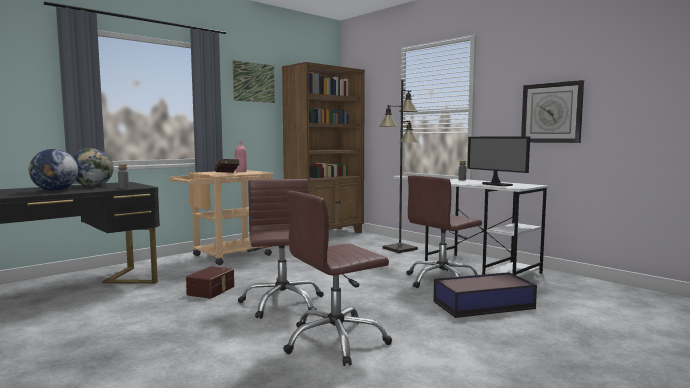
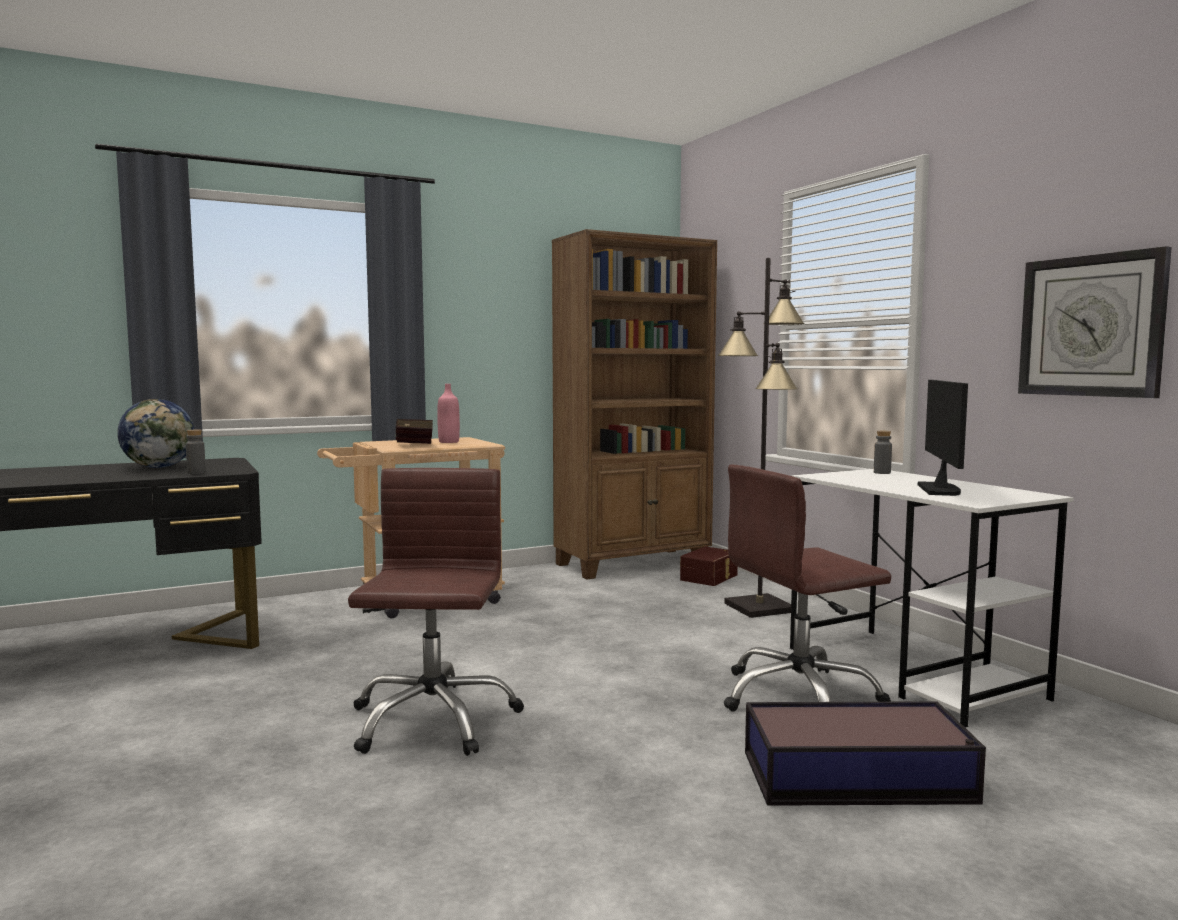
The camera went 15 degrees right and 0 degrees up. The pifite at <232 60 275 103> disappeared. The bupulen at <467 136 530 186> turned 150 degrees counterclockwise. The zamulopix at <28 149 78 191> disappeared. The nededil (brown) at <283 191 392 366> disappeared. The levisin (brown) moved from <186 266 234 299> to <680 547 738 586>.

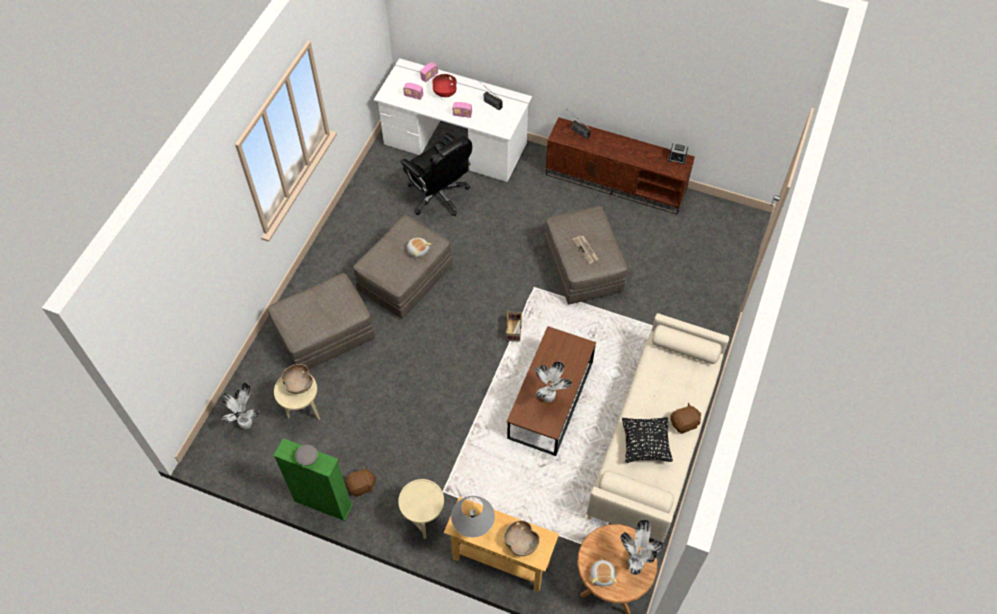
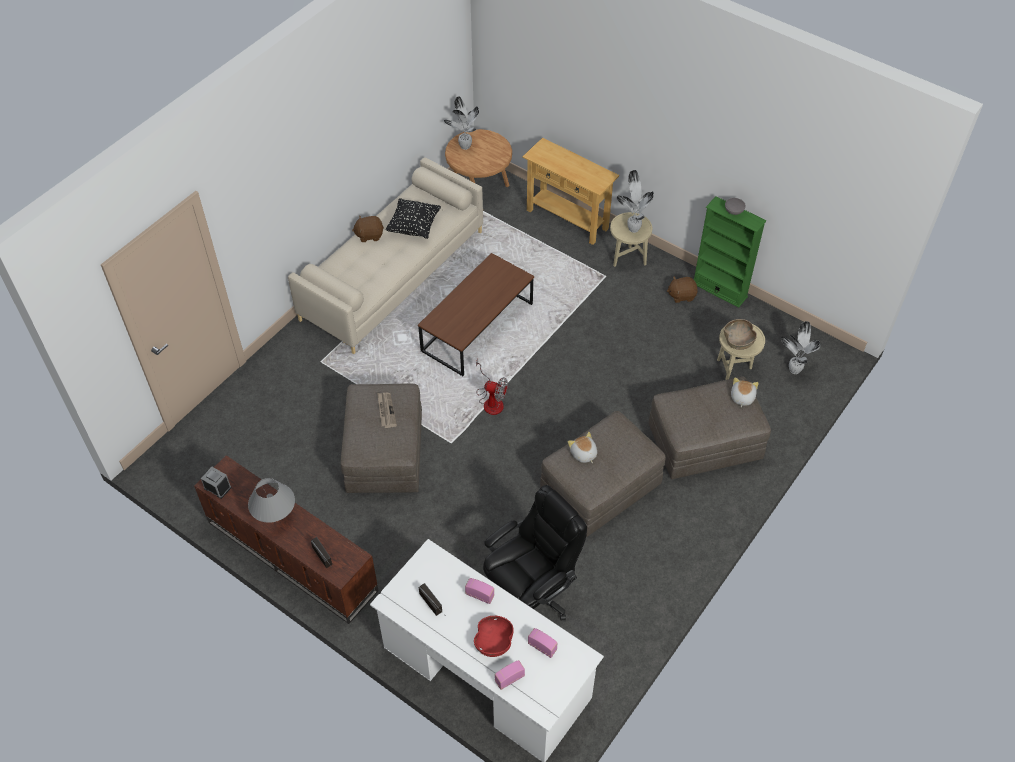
The camera went 165 degrees left and 5 degrees down. The nededil (black) at <401 133 472 216> turned 75 degrees clockwise. The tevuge at <506 311 522 342> was replaced by the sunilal at <476 359 508 415>. The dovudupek moved from <534 361 572 402> to <617 170 654 233>. The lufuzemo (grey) moved from <451 496 495 537> to <248 478 295 523>. The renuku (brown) at <504 520 540 556> disappeared. The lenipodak moved from <590 558 617 586> to <731 377 759 407>.

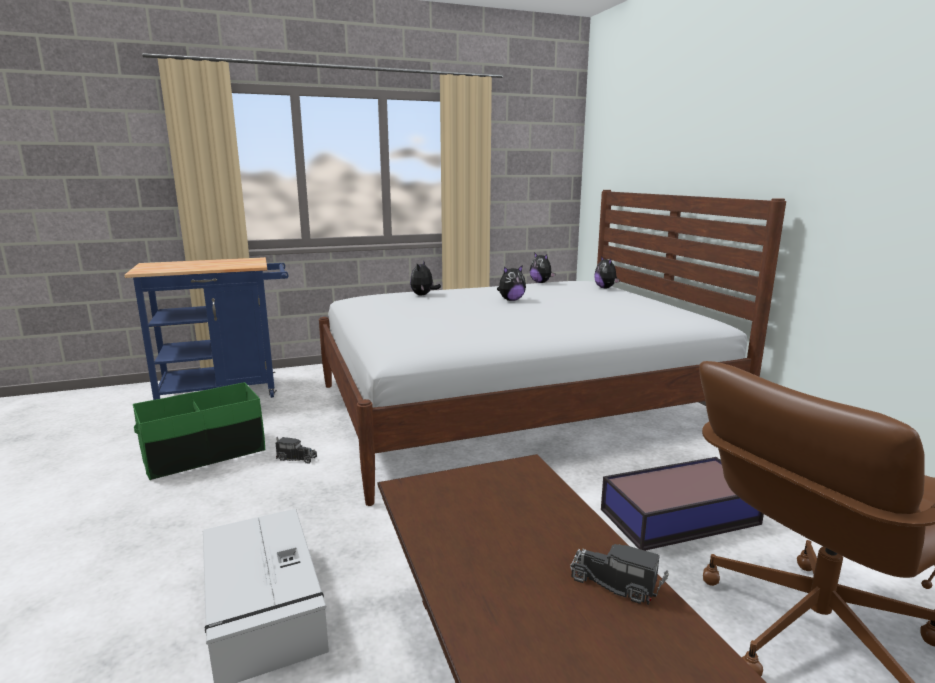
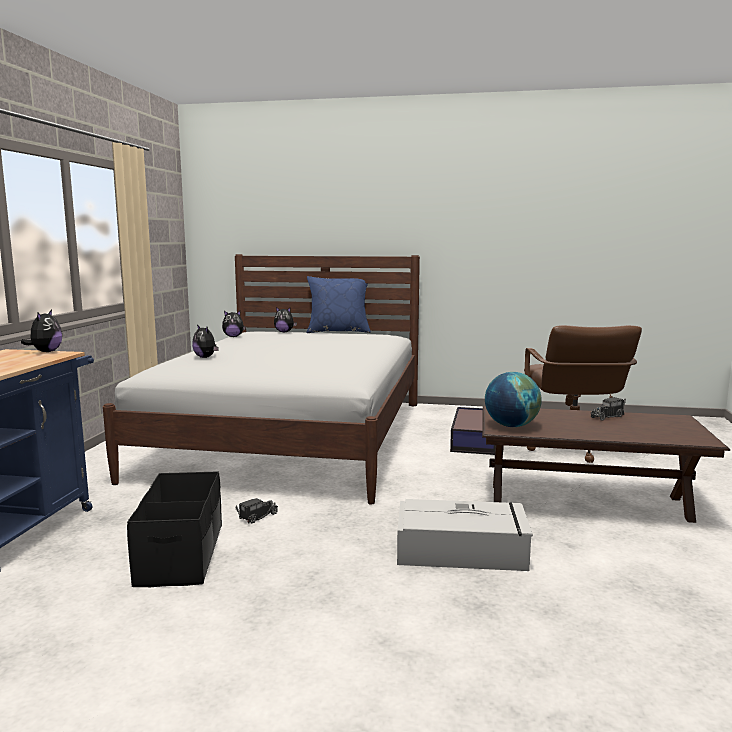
The camera went 60 degrees left and 5 degrees down. The lenipodak moved from <497 266 526 301> to <21 310 62 352>. The levisin (green) at <133 382 265 480> became the levisin (black) at <127 471 222 587>. The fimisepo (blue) at <306 276 371 333> appeared. The zamulopix at <485 372 542 427> appeared.

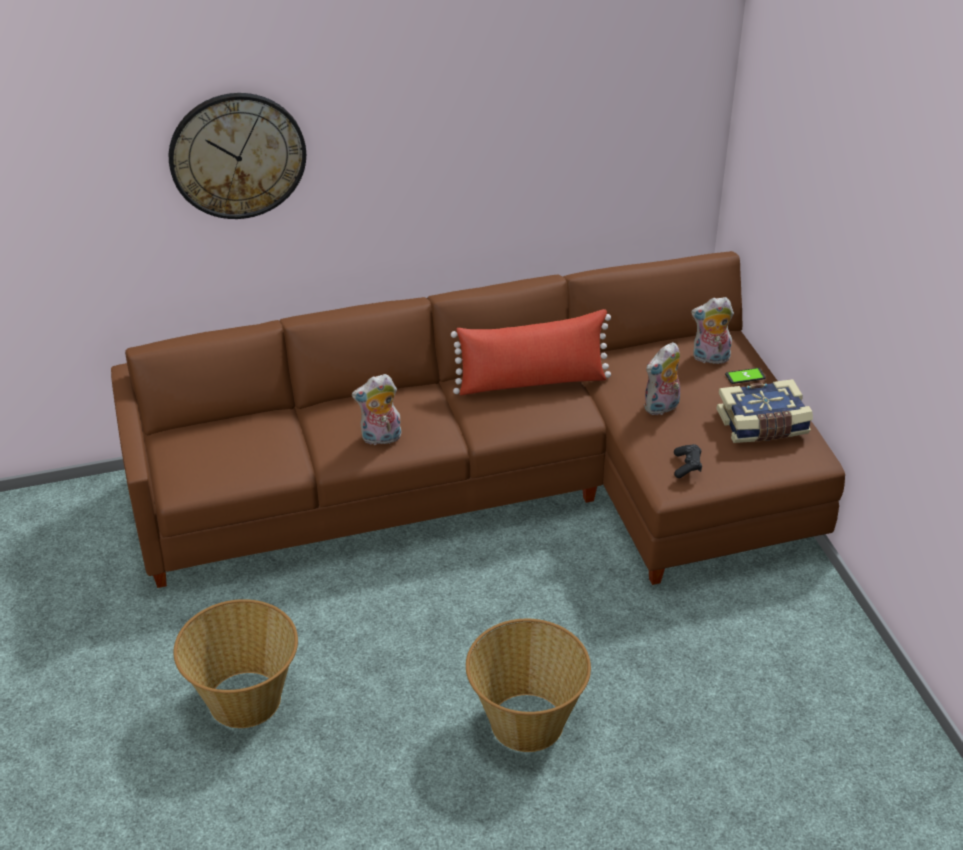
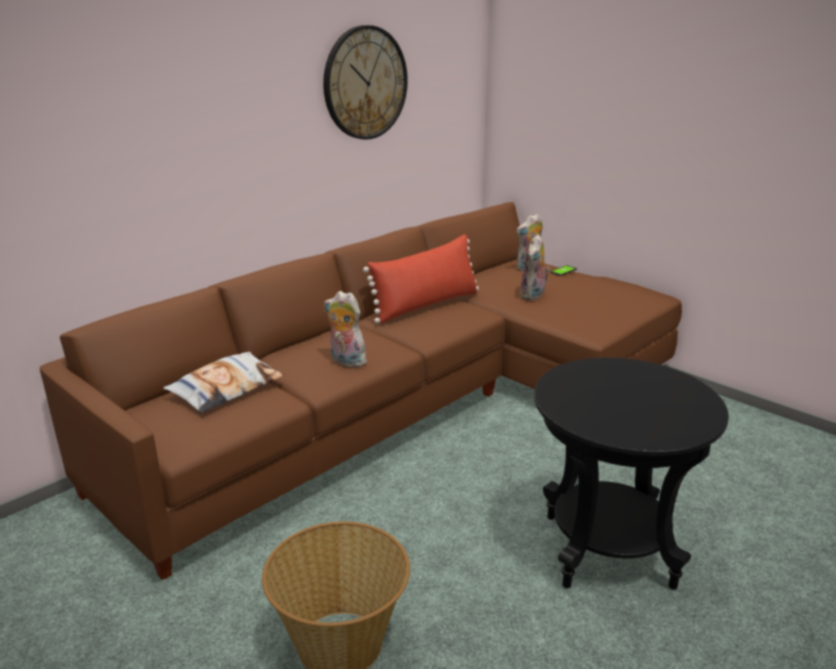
The camera went 30 degrees left and 15 degrees down. The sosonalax moved from <169 93 306 219> to <323 25 408 140>. The lenipodak at <352 374 402 445> turned 75 degrees clockwise. The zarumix at <717 379 813 443> disappeared. The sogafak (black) at <674 444 702 478> disappeared. The tevuge at <466 619 591 752> was replaced by the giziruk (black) at <534 358 729 590>. The fimisepo at <163 352 284 413> appeared.

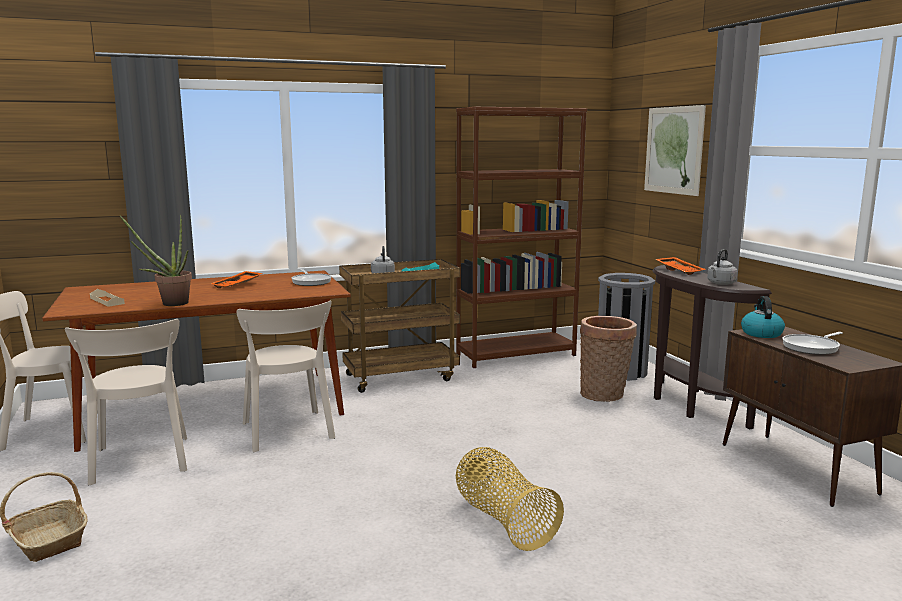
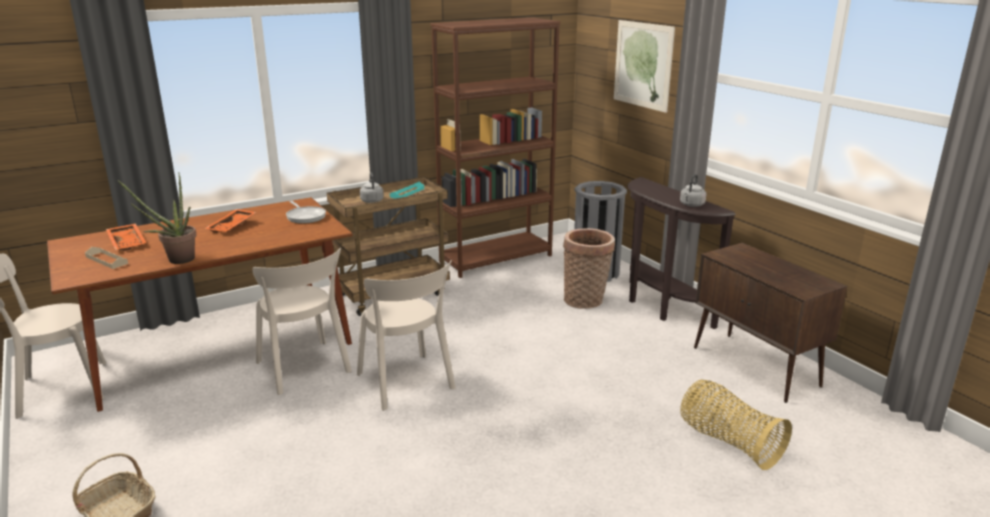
The camera went 10 degrees left and 10 degrees up. The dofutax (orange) moved from <655 257 705 275> to <106 224 146 251>. The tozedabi at <741 296 785 338> disappeared. The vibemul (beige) moved from <65 319 187 485> to <357 260 456 411>. The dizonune at <782 332 843 355> disappeared. The tevuge moved from <456 447 564 551> to <680 380 792 470>.

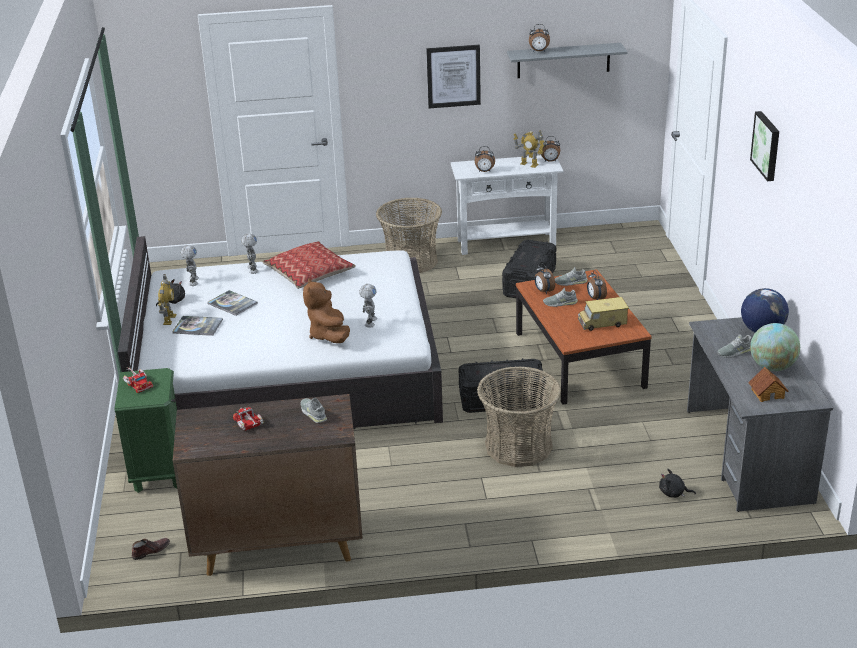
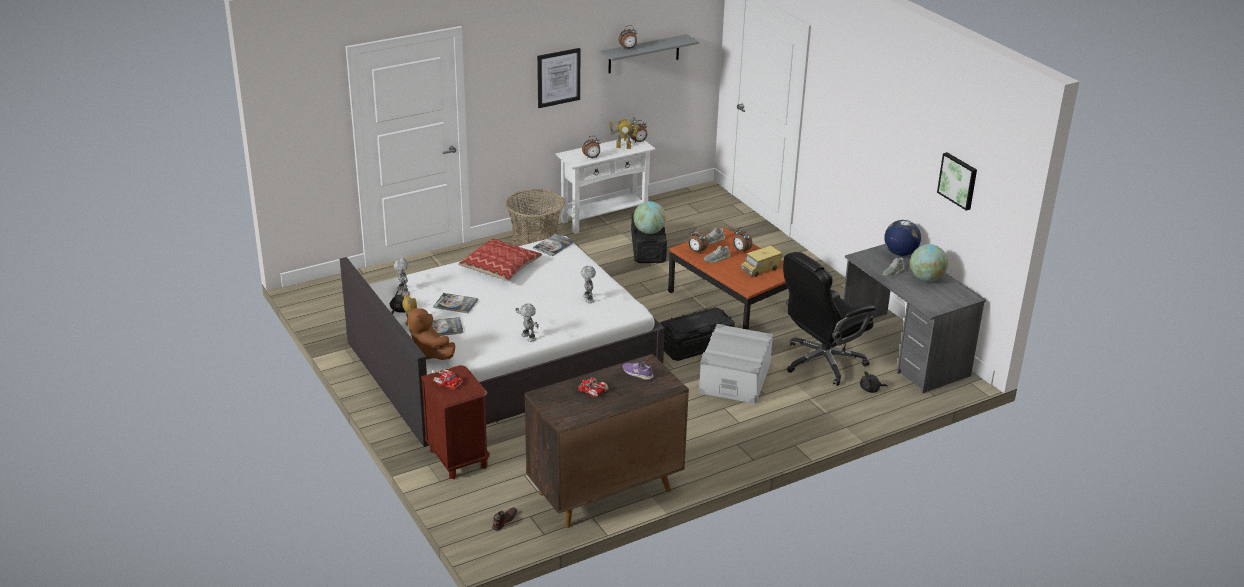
The camera went 25 degrees left and 0 degrees up. The pifite moved from <750 111 779 181> to <937 152 977 211>. The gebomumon moved from <241 233 259 274> to <516 303 539 342>. The lenipodak (brown) moved from <303 278 350 343> to <408 306 455 360>. The tevuge at <477 366 561 467> was replaced by the levisin (grey) at <699 324 773 404>. The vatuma at <748 367 789 402> disappeared. The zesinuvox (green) at <115 368 177 493> became the zesinuvox (brown) at <421 365 490 479>. The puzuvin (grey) at <300 398 327 423> became the puzuvin (purple) at <623 360 654 380>. The zamulopix at <633 201 666 234> appeared. The zarumix at <533 234 574 256> appeared. The nededil (black) at <783 252 876 386> appeared.

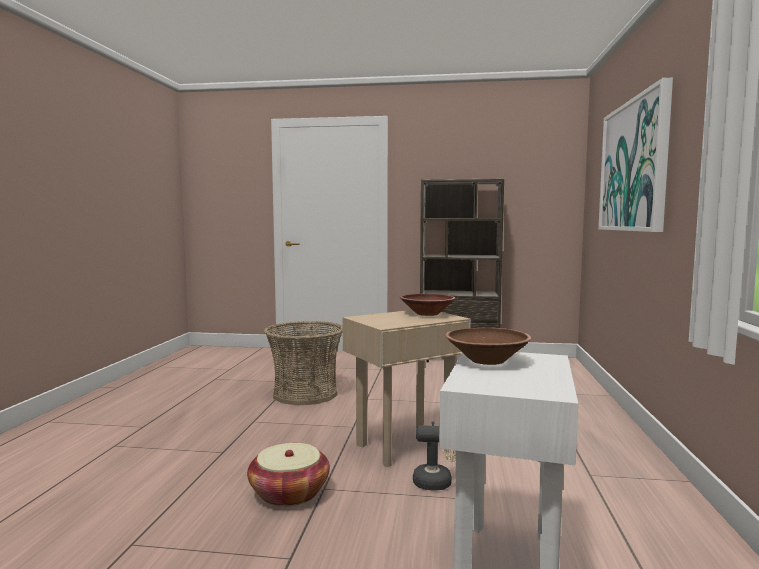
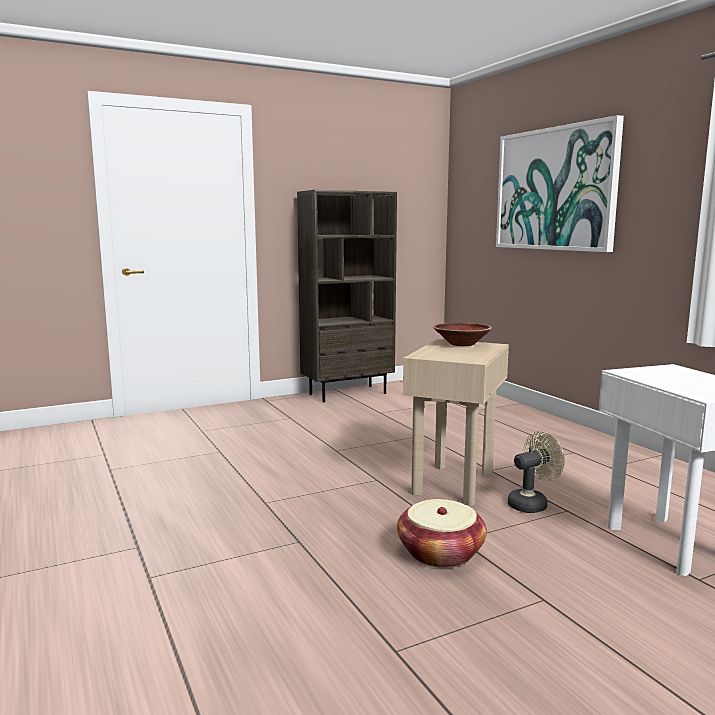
The camera went 35 degrees left and 5 degrees up. The tevuge at <264 321 343 405> disappeared. The renuku (brown) at <446 328 531 365> disappeared.

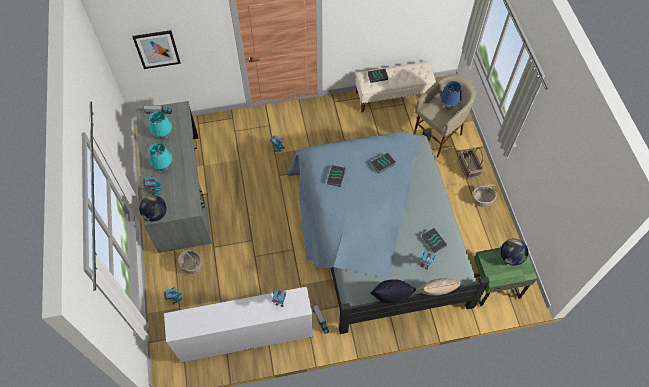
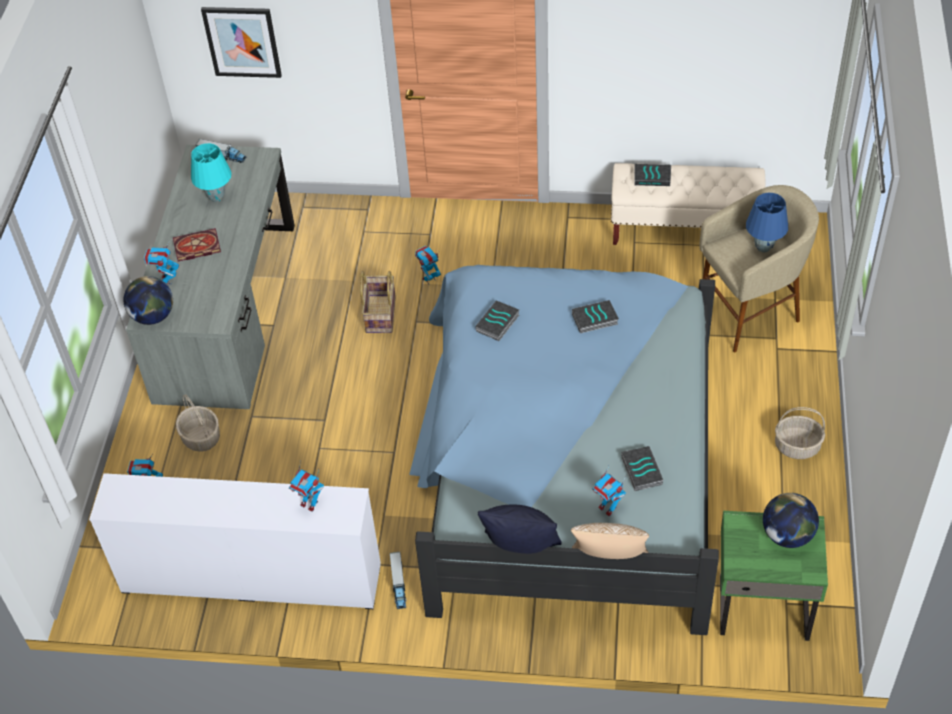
The camera went 20 degrees right and 10 degrees down. The lufuzemo (turquoise) at <149 143 172 171> was replaced by the zarumix at <173 228 221 261>. The tevuge moved from <458 147 484 180> to <360 271 396 333>.

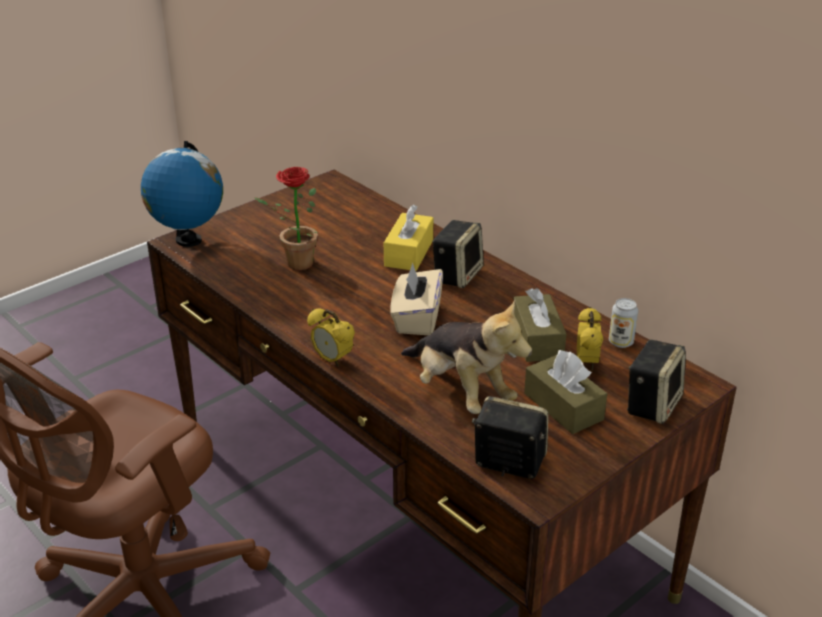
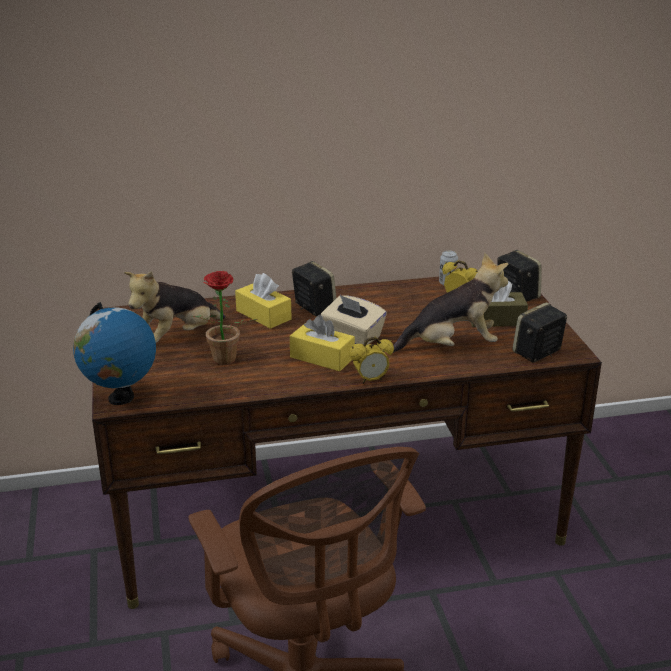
The camera went 60 degrees left and 5 degrees down. The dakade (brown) at <513 288 566 362> disappeared. The lenipodak at <124 271 225 343> appeared. The dakade (yellow) at <290 315 355 371> appeared.

